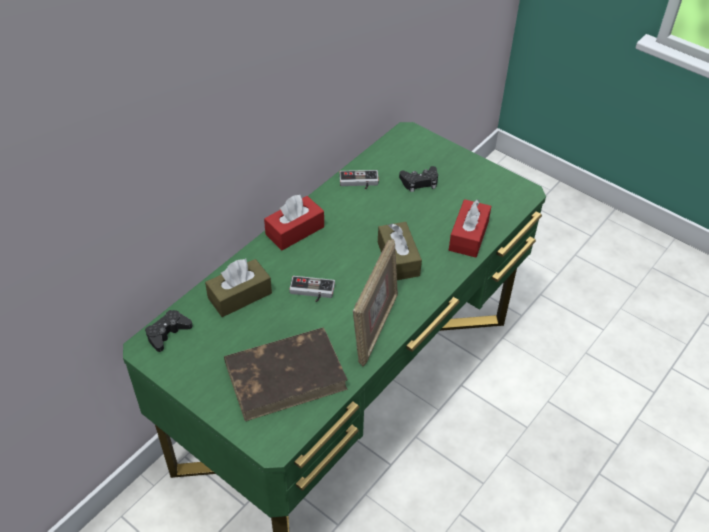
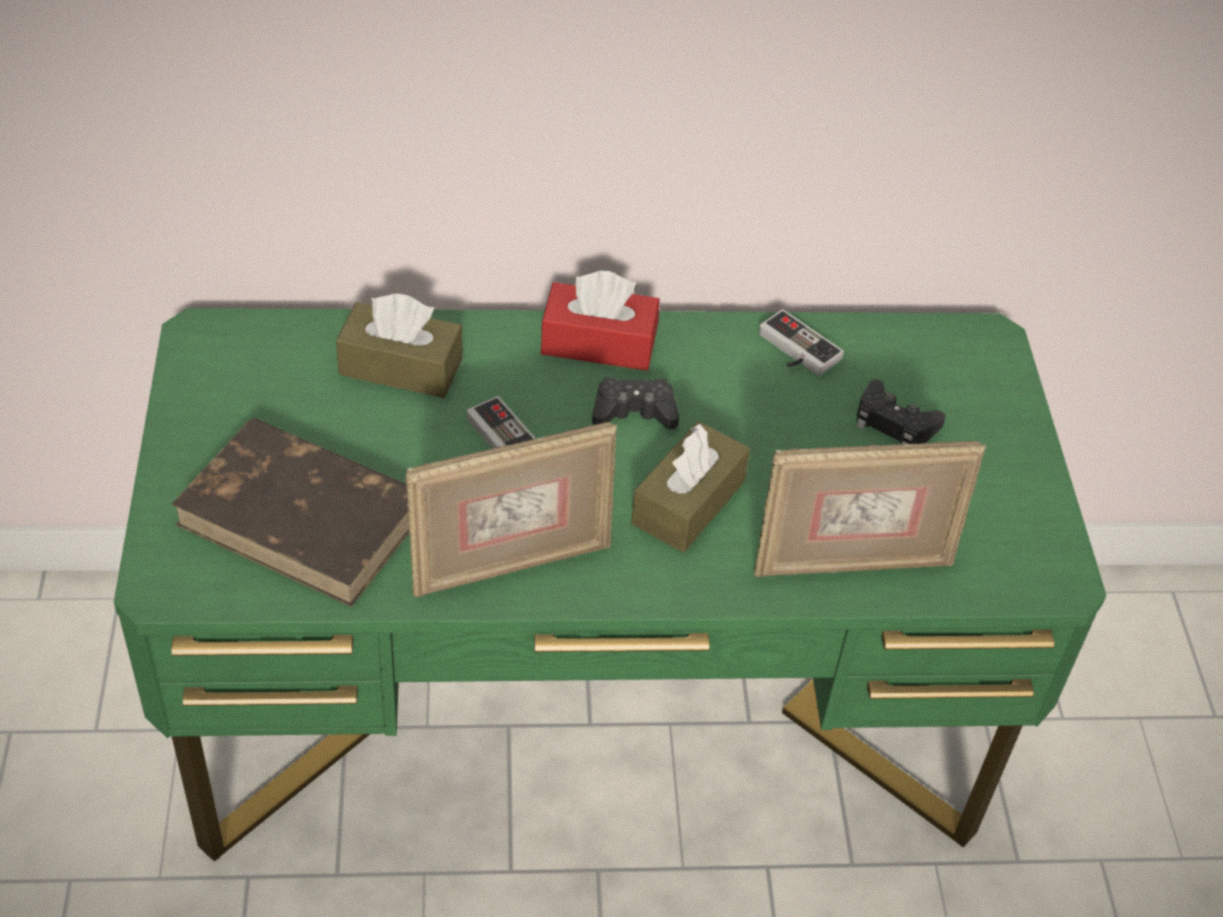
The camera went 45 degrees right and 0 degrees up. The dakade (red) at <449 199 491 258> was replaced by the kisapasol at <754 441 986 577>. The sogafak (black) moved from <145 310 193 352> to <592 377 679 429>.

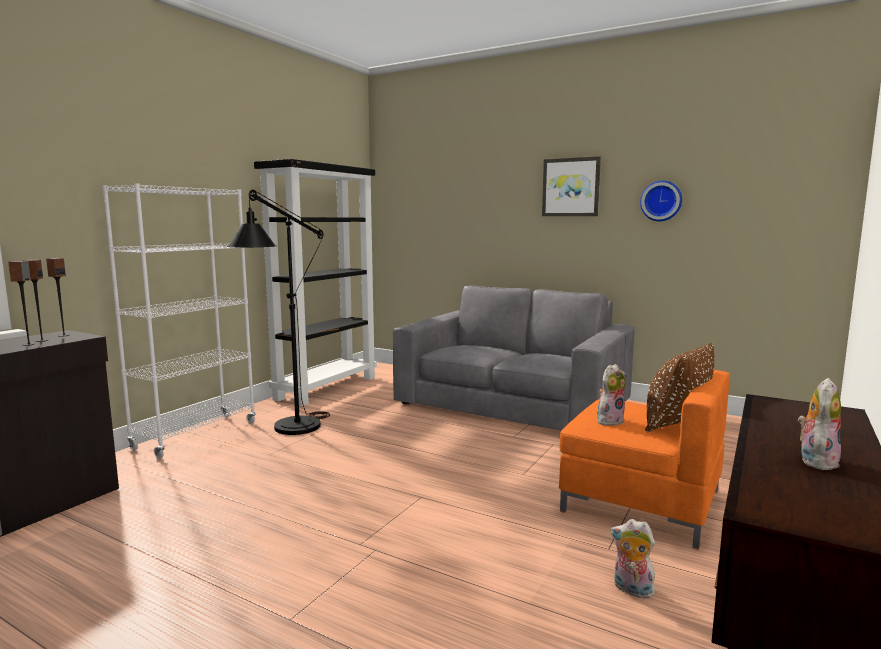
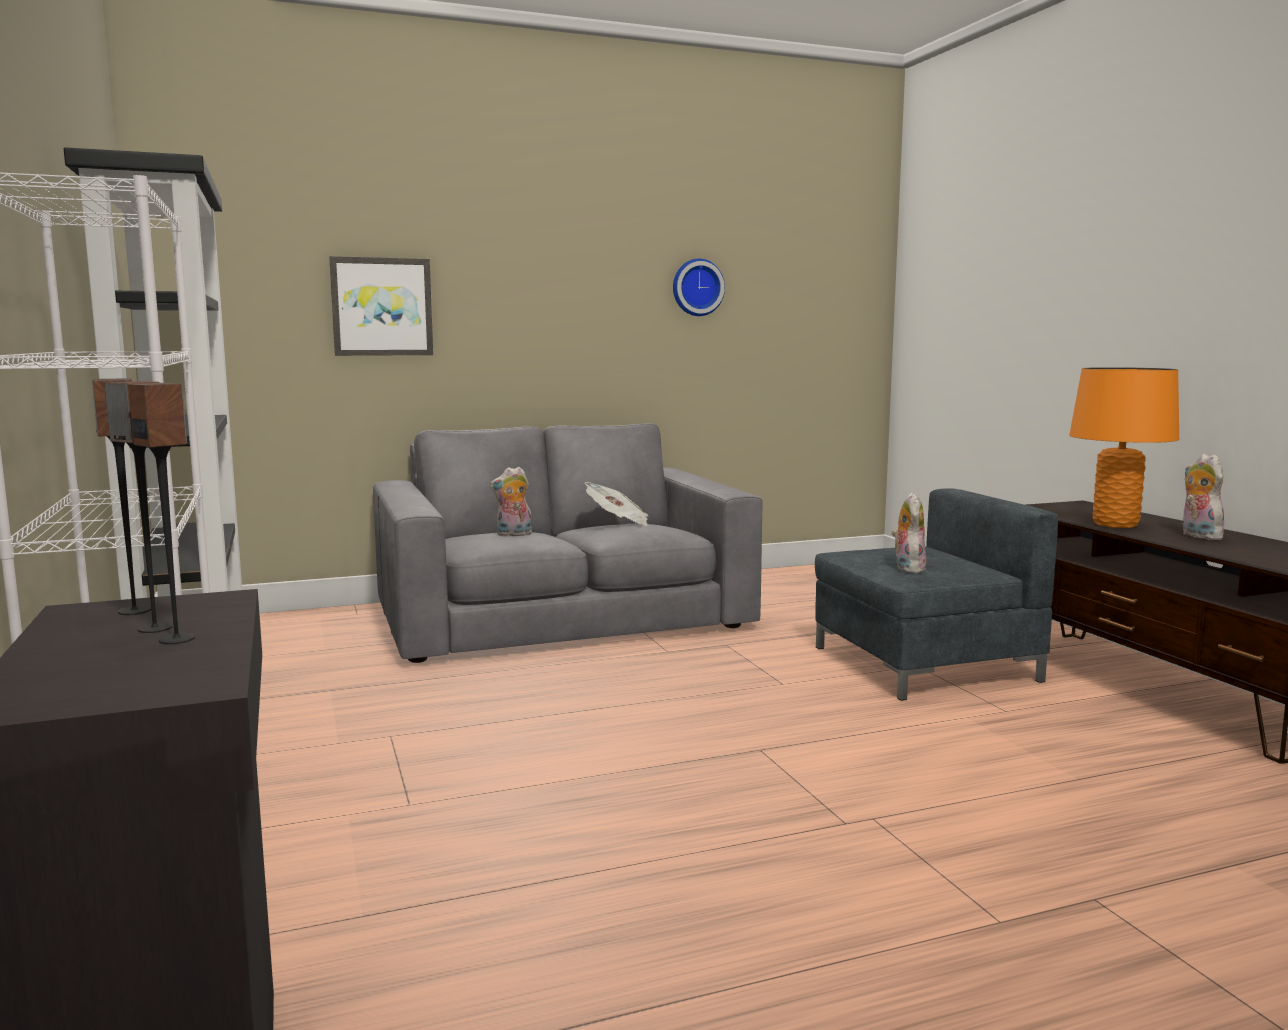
The camera went 50 degrees left and 0 degrees up. The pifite moved from <542 156 601 216> to <329 256 433 356>. The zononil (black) at <227 190 330 435> disappeared. The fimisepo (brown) at <645 343 715 433> disappeared. The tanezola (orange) at <559 370 730 550> became the tanezola (grey) at <815 488 1058 701>. The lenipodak moved from <610 519 655 598> to <490 467 532 537>. The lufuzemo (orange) at <1069 367 1179 528> appeared. The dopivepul at <585 482 648 526> appeared.

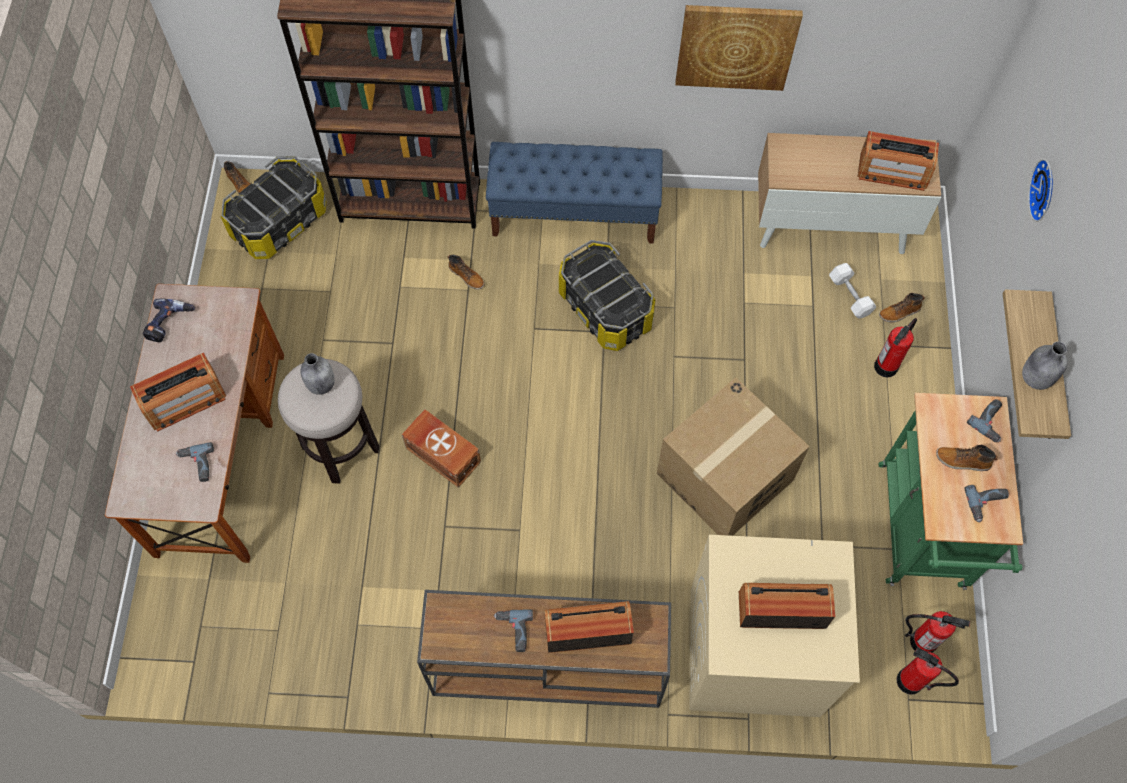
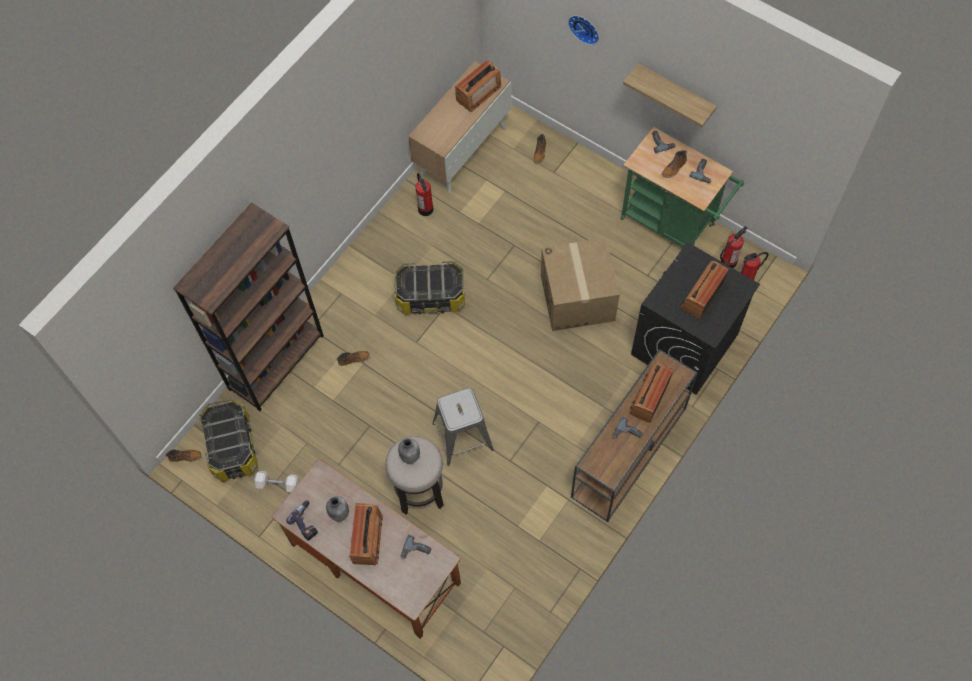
The camera went 55 degrees left and 0 degrees up. The pifite at <675 5 803 91> disappeared. The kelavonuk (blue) at <486 142 663 244> disappeared. The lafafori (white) moved from <829 263 876 319> to <254 471 298 492>. The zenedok moved from <874 318 917 377> to <415 173 434 216>. The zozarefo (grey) moved from <1022 341 1067 390> to <326 496 349 521>. The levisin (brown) at <402 409 481 488> was replaced by the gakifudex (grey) at <432 388 494 466>. The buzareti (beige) at <689 535 860 717> became the buzareti (black) at <631 242 760 395>.

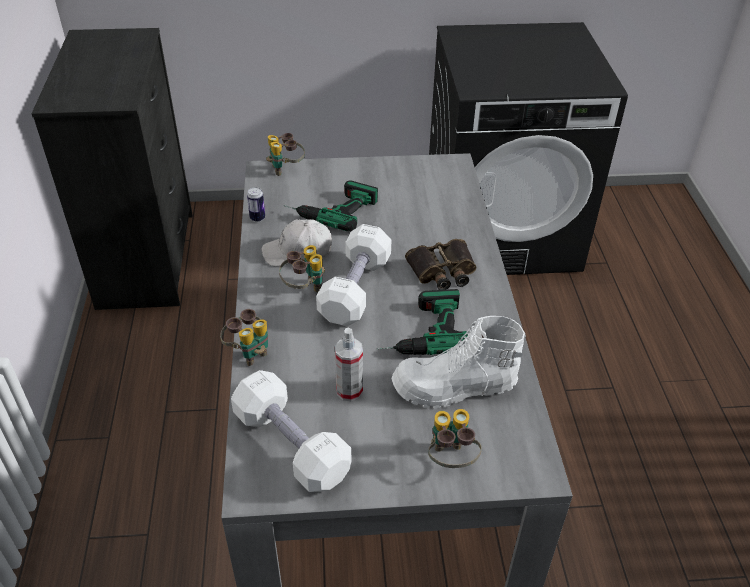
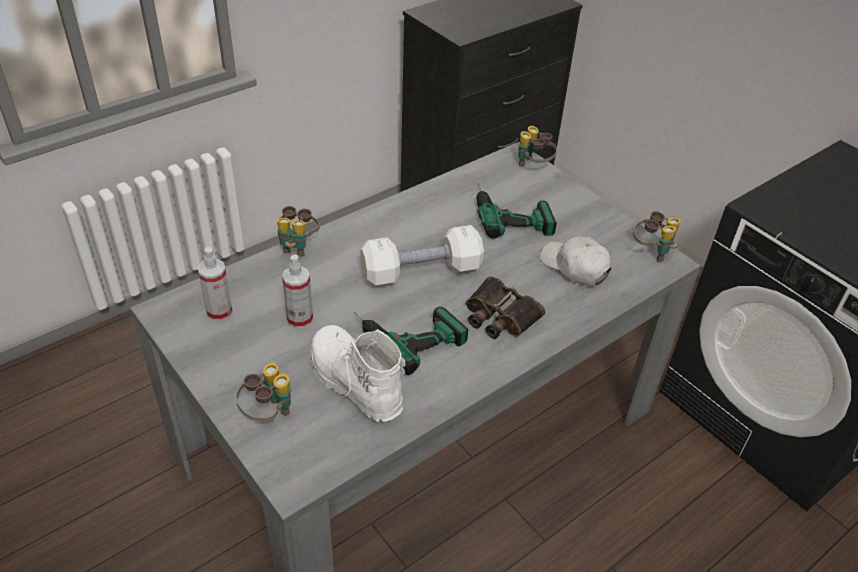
The camera went 55 degrees right and 0 degrees up. The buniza at <247 187 265 222> disappeared. The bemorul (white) moved from <262 219 332 267> to <540 236 612 287>. The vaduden moved from <279 245 325 292> to <633 211 681 262>. The lafafori (white) at <231 370 351 492> was replaced by the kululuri at <198 247 233 321>.

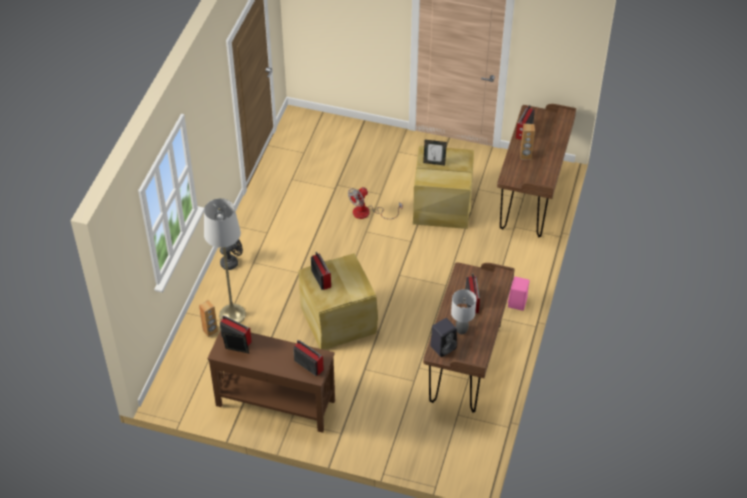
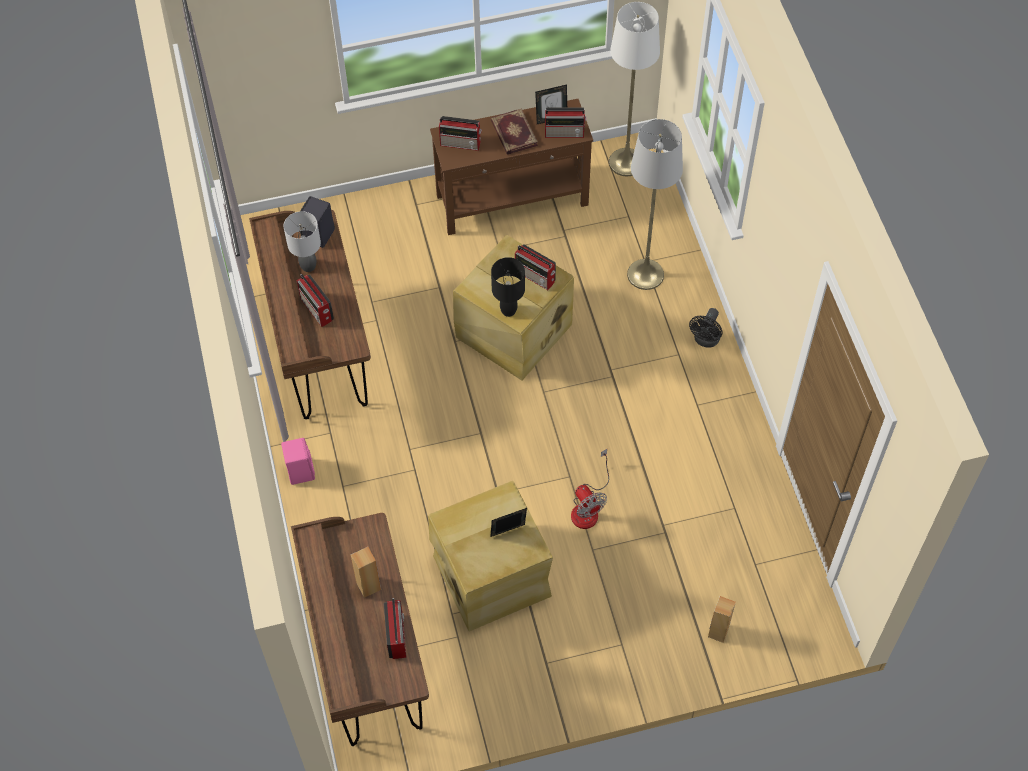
The camera went 150 degrees right and 10 degrees up. The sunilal at <348 187 402 219> turned 135 degrees clockwise. The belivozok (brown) moved from <199 300 218 337> to <708 596 736 643>. The zononil (white) at <609 2 660 176> appeared. The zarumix at <491 108 538 155> appeared. The lufuzemo (black) at <491 257 525 317> appeared.

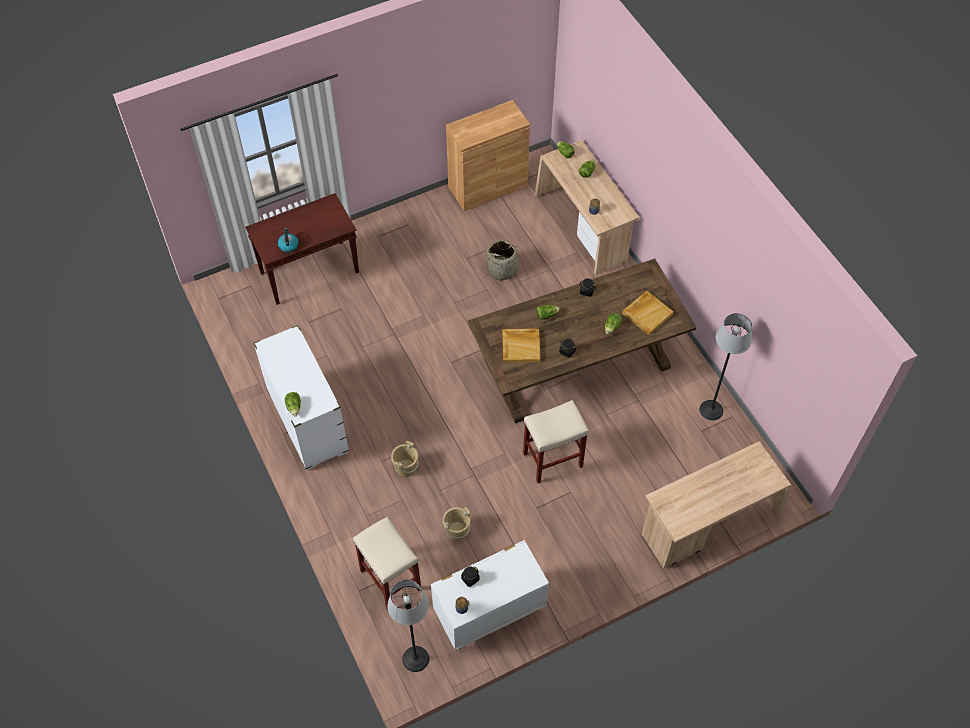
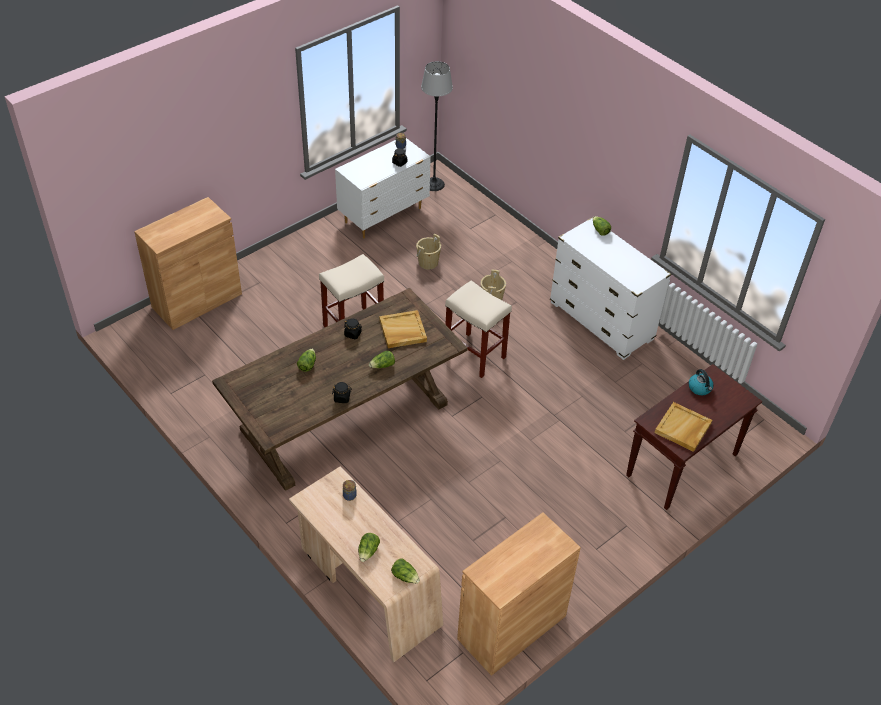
The camera went 165 degrees right and 10 degrees down. The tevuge at <486 239 523 281> disappeared. The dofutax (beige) moved from <622 291 674 335> to <655 402 712 452>. The zononil at <700 313 752 420> disappeared. The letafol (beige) at <642 441 792 569> was replaced by the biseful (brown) at <134 197 242 330>. The gakifudex (beige) moved from <353 517 421 610> to <445 280 512 378>.

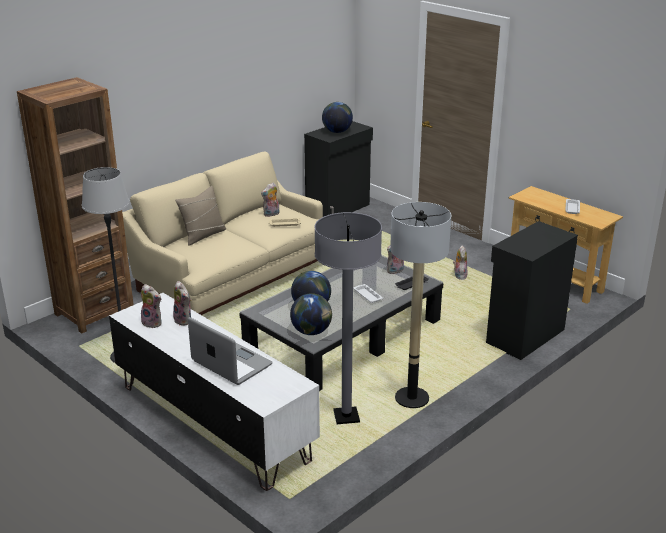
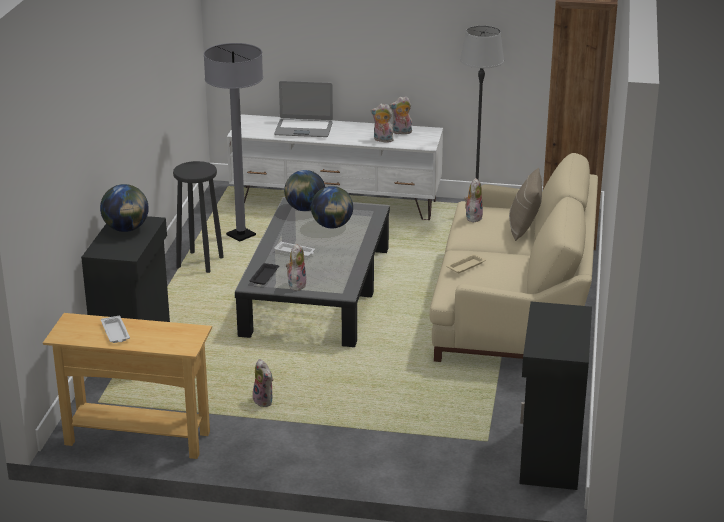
The camera went 145 degrees right and 0 degrees up. The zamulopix moved from <322 102 353 133> to <100 184 149 232>. The lenipodak moved from <261 183 279 217> to <464 178 483 222>. The zononil at <390 202 451 408> was replaced by the gakifudex (black) at <173 161 224 273>.

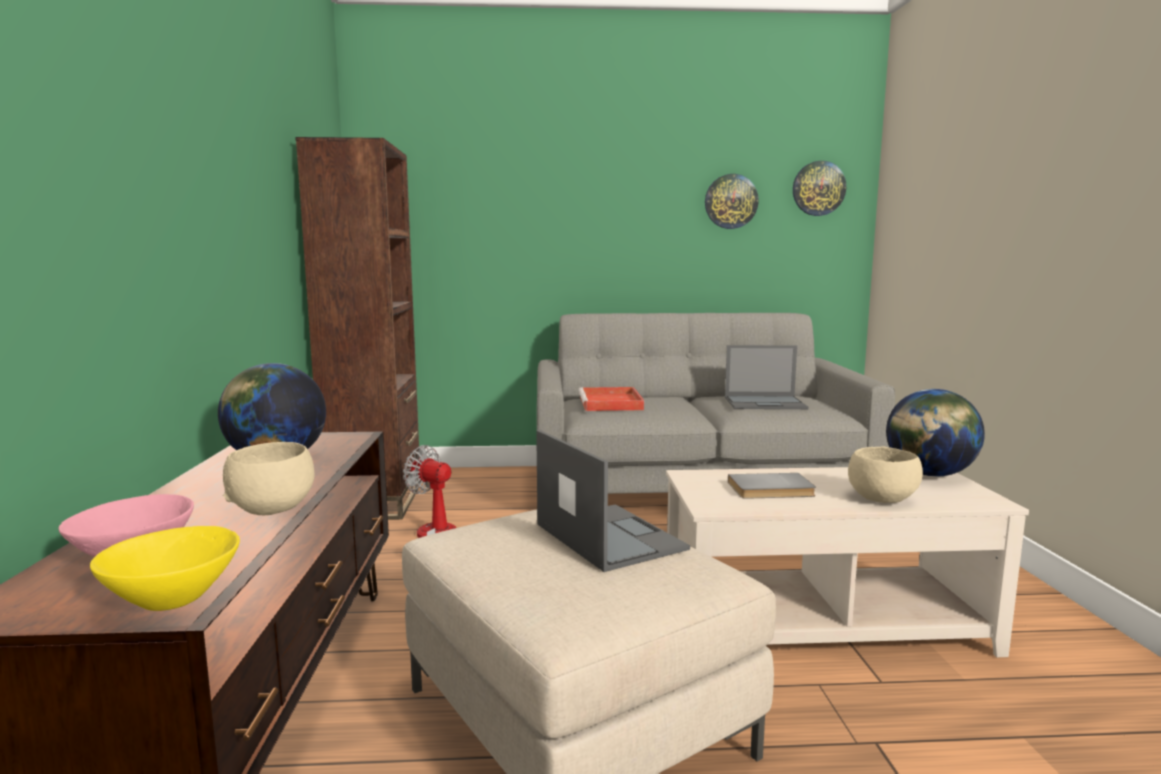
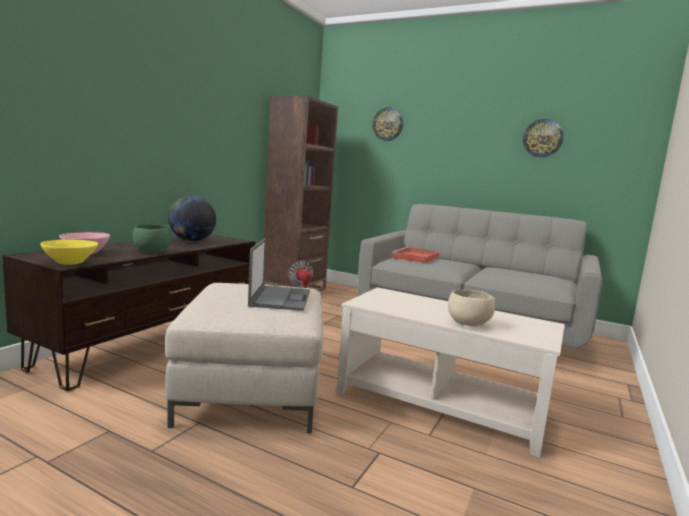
The camera went 30 degrees right and 0 degrees up. The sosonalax moved from <793 161 846 216> to <372 107 403 141>. The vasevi at <725 345 809 409> disappeared. The zamulopix at <886 389 985 477> disappeared. The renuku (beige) at <223 442 314 515> became the renuku (green) at <132 224 172 253>. The zarumix (grey) at <728 473 816 499> disappeared.

